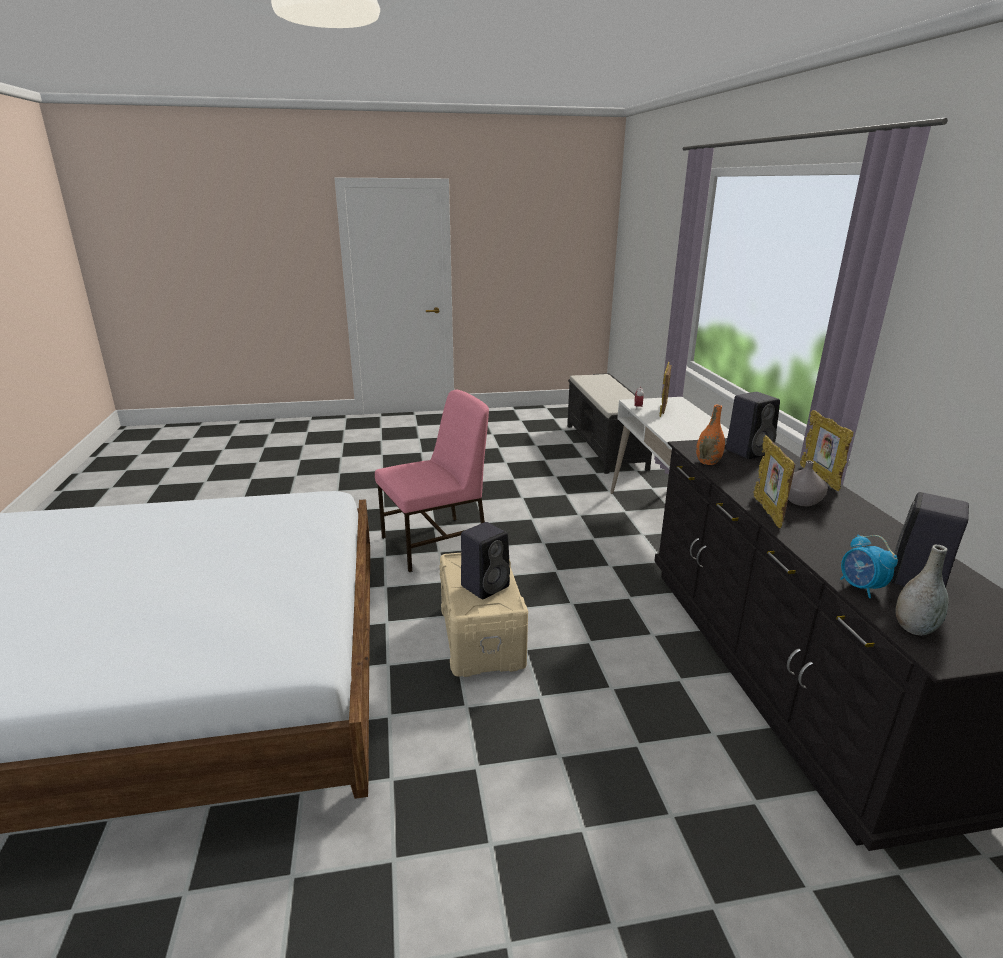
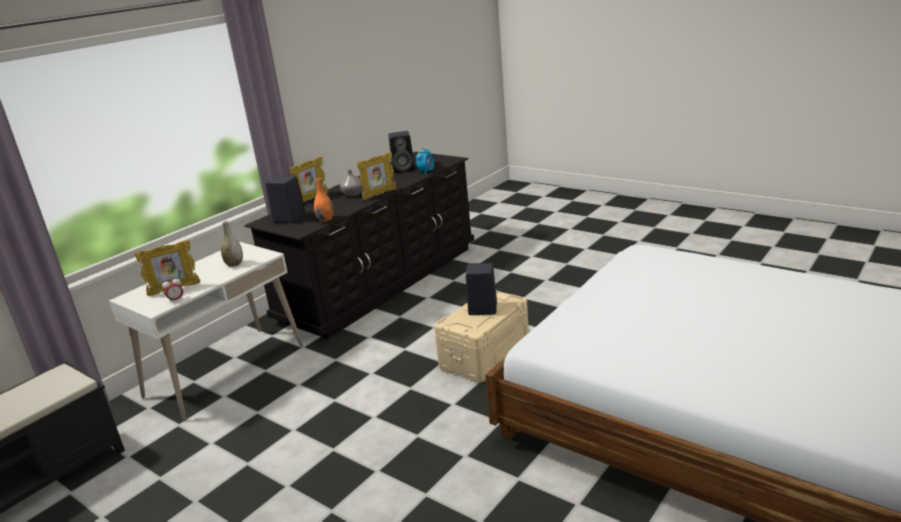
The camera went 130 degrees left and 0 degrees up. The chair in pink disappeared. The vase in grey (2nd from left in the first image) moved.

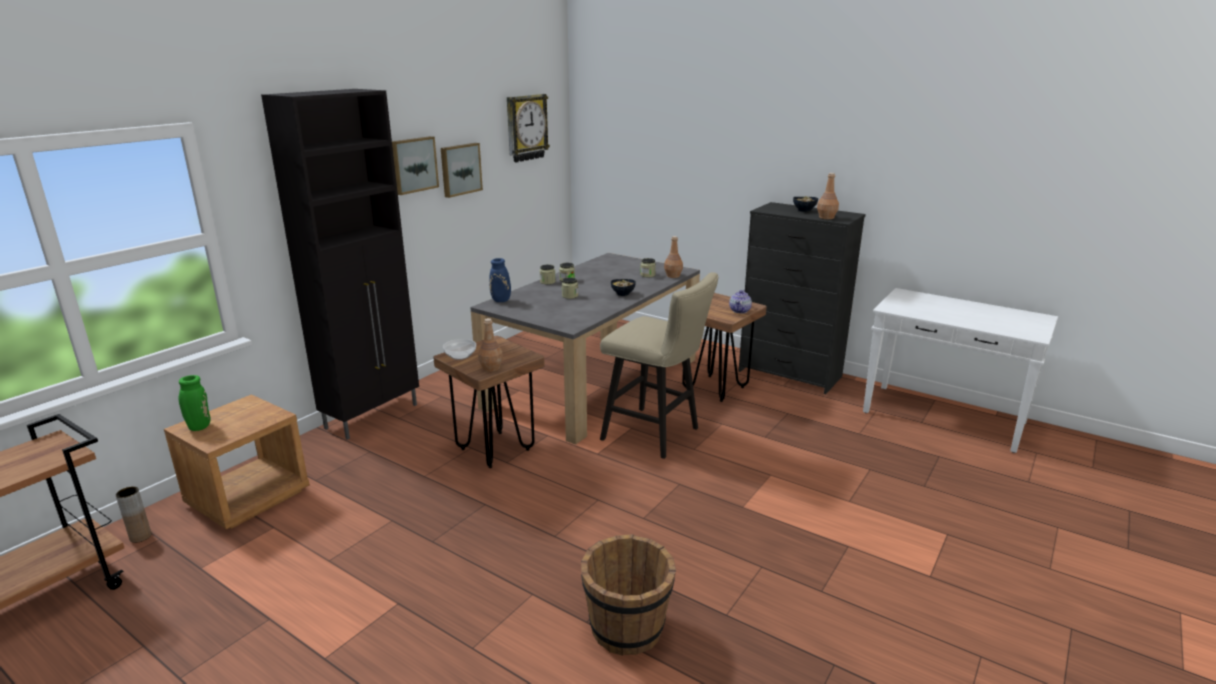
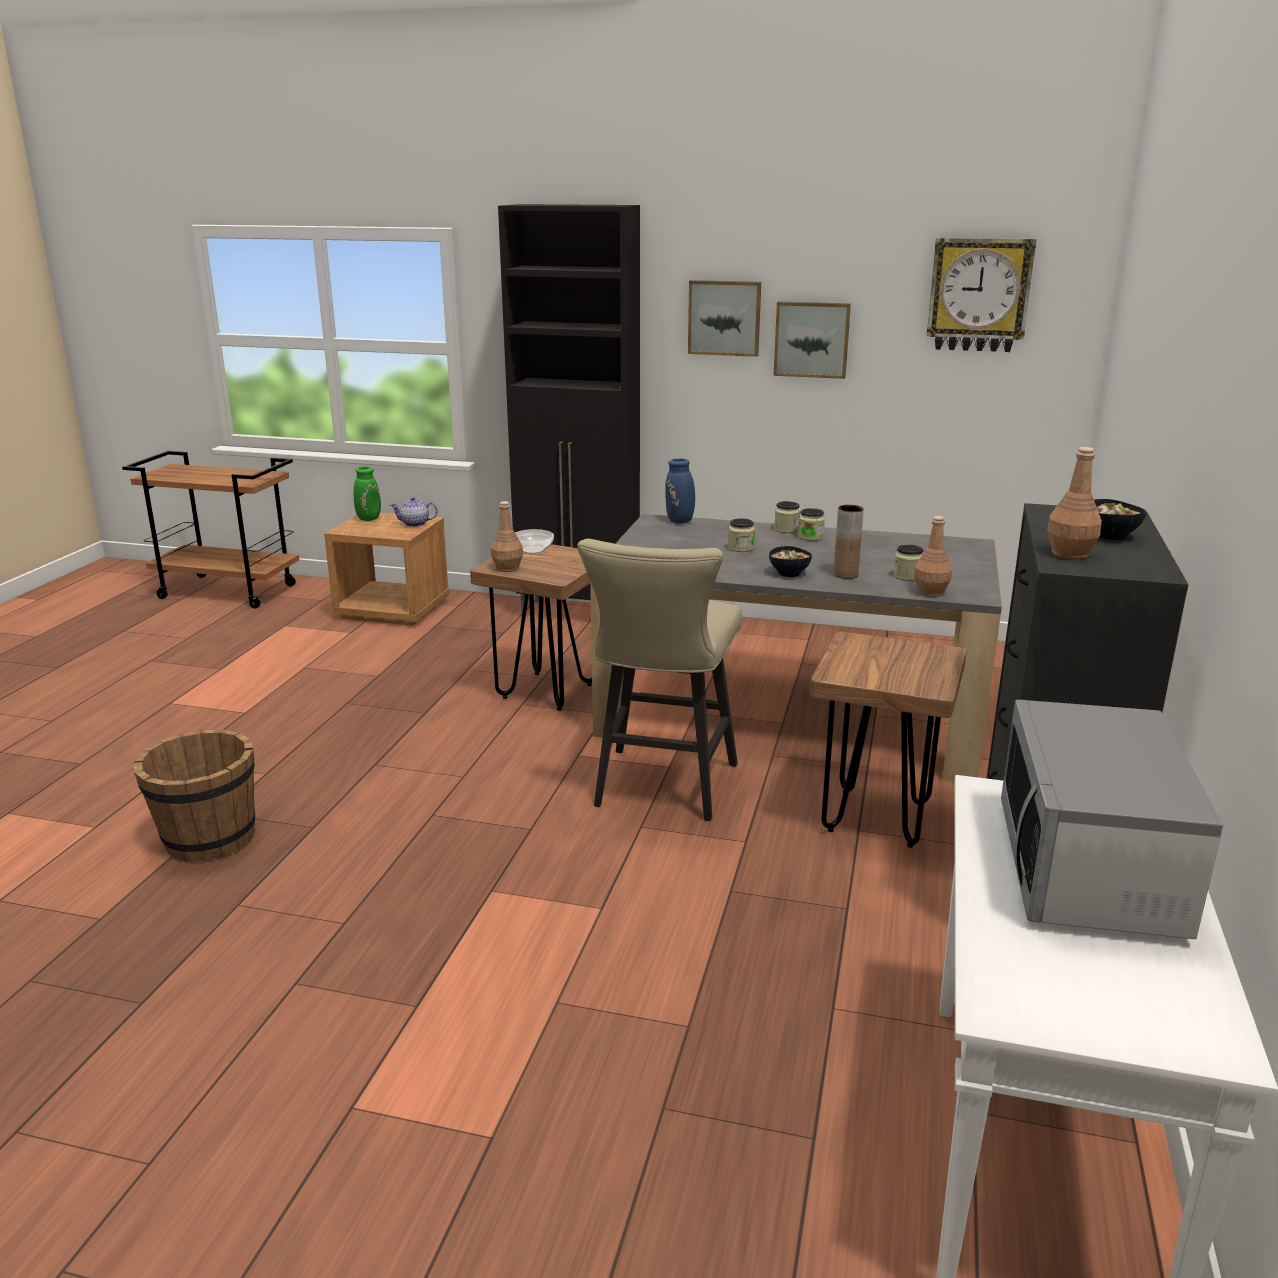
The camera went 70 degrees right and 0 degrees up. The teapot moved. The vase in brown moved. The microwave appeared.

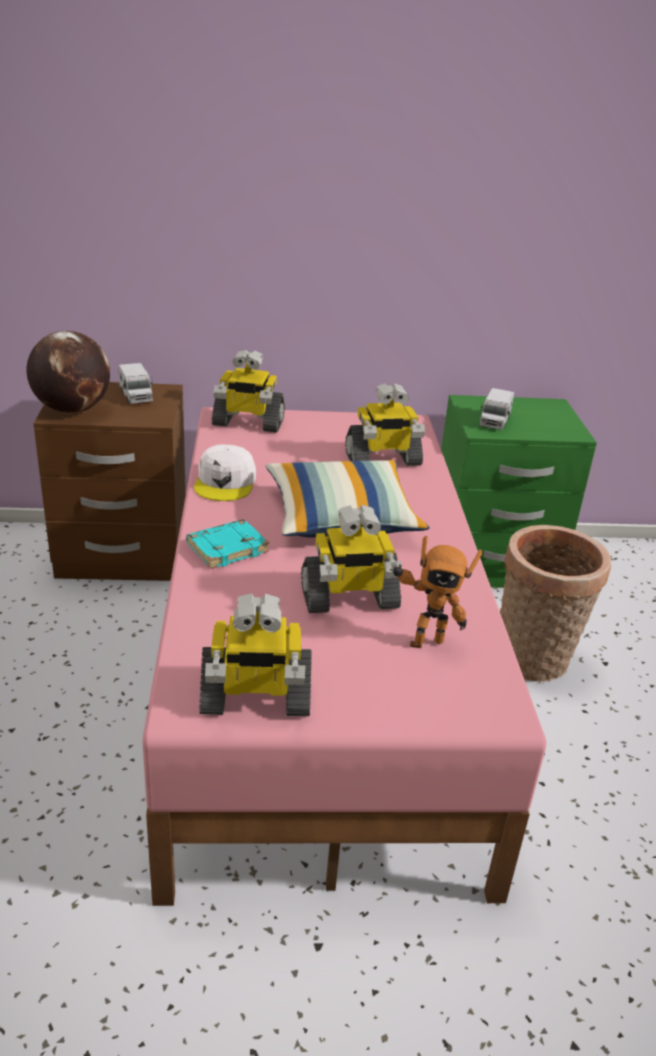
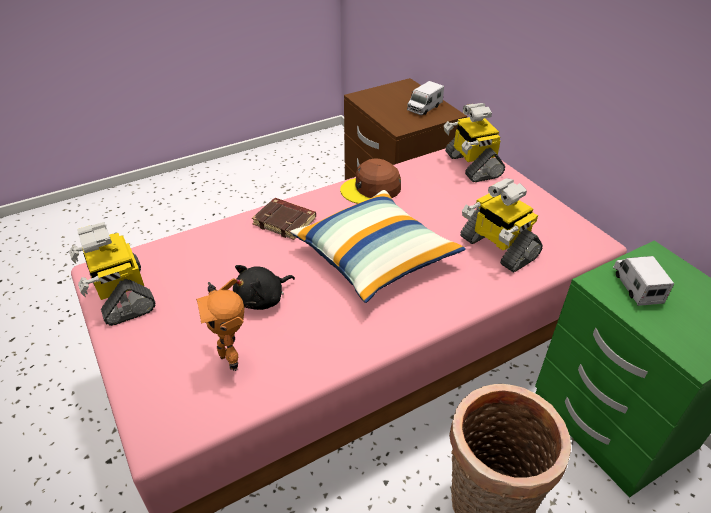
The camera went 65 degrees right and 10 degrees up. The globe disappeared. The toy truck (2nd from left) turned 90 degrees clockwise. The cap in white became the cap in brown. The toy robot (3rd from left) was replaced by the plush toy in black. The book in turquoise became the book in brown.

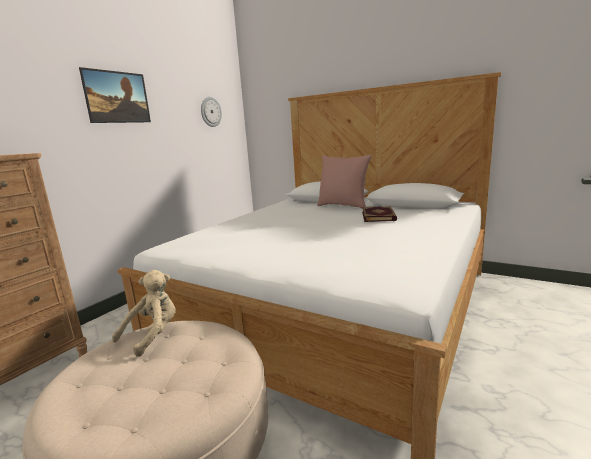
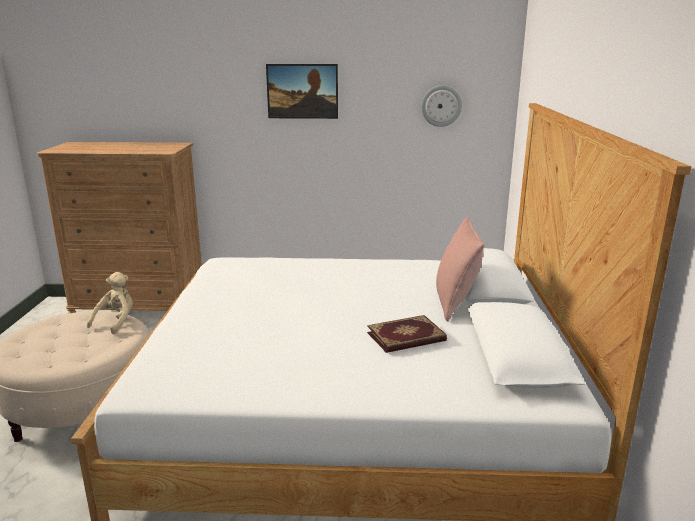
The camera went 60 degrees right and 5 degrees up. The plush toy in beige turned 75 degrees counterclockwise.

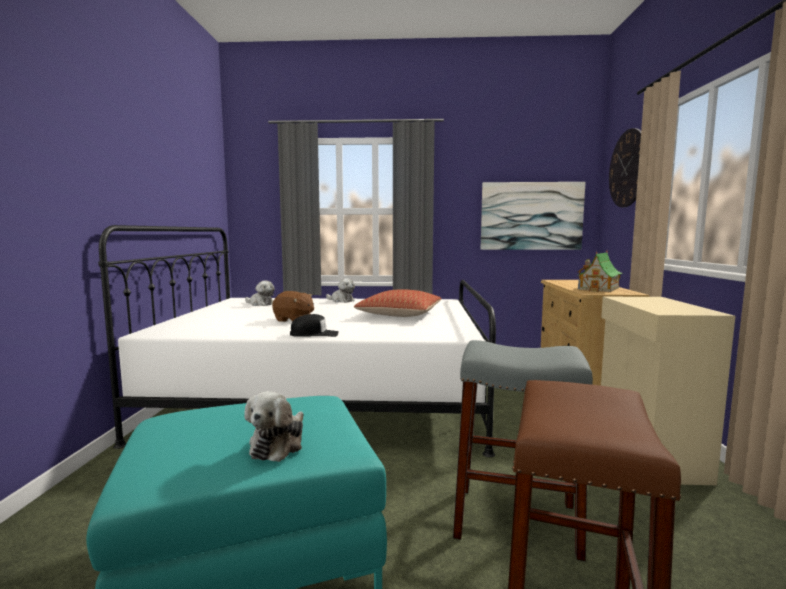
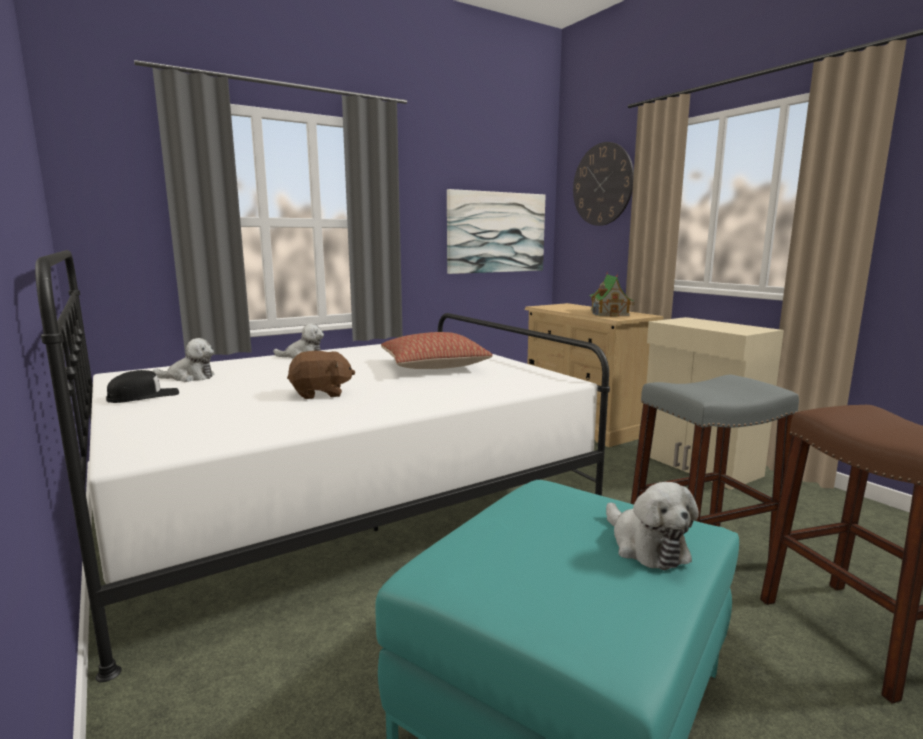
The camera went 35 degrees left and 5 degrees up. The cap in black moved.

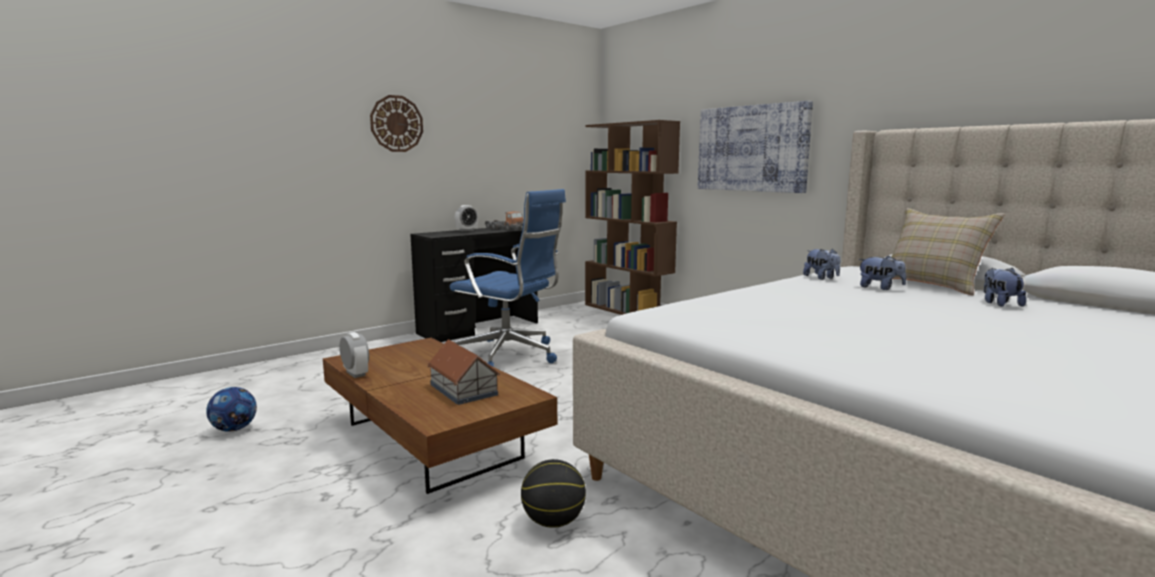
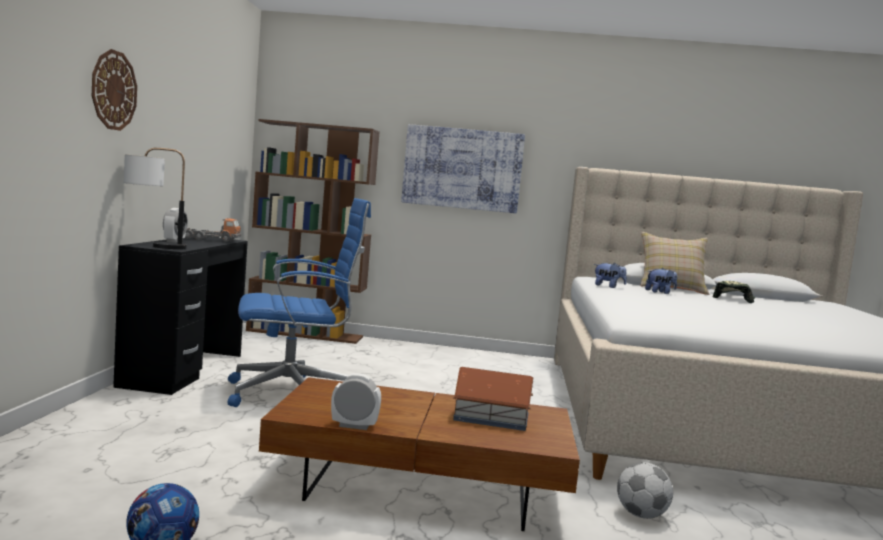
The camera went 45 degrees left and 5 degrees down. The plush toy (3rd from left) was replaced by the cap. The basketball was replaced by the football (2nd from left). The table lamp appeared.

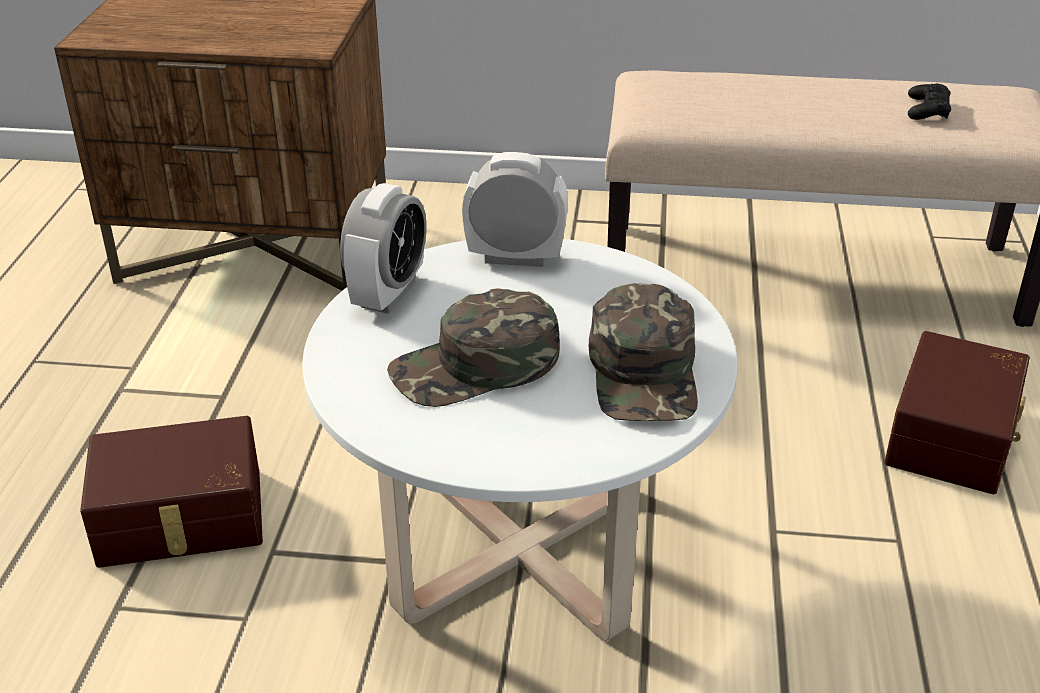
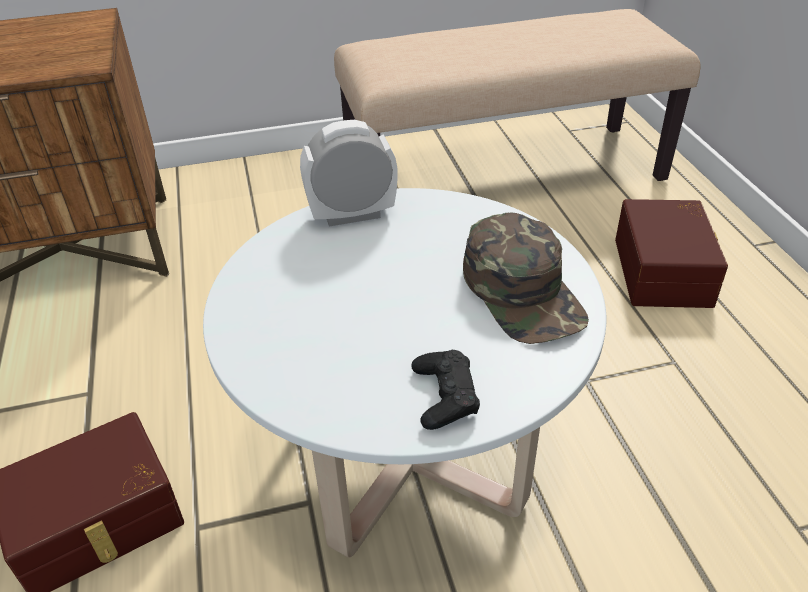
The camera went 20 degrees left and 5 degrees up. The game controller in black moved. The alarm clock (1st from left) disappeared. The cap in green (1st from left) disappeared.

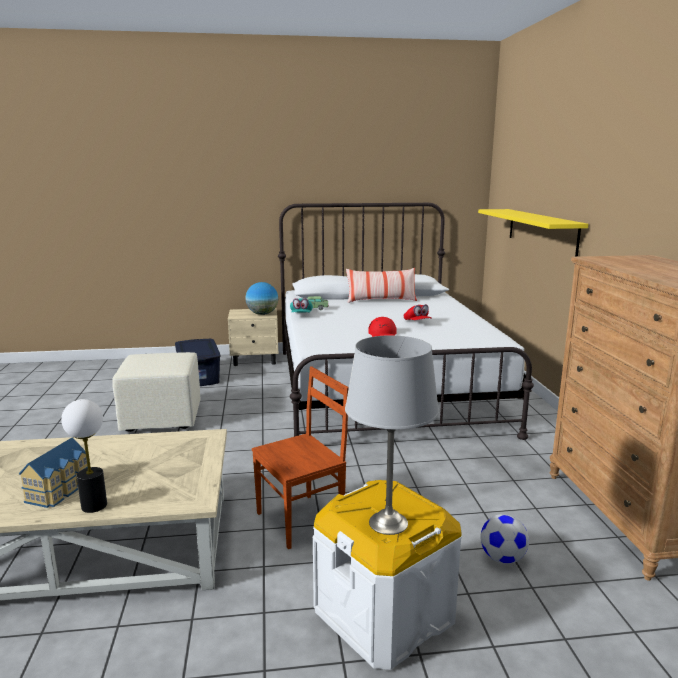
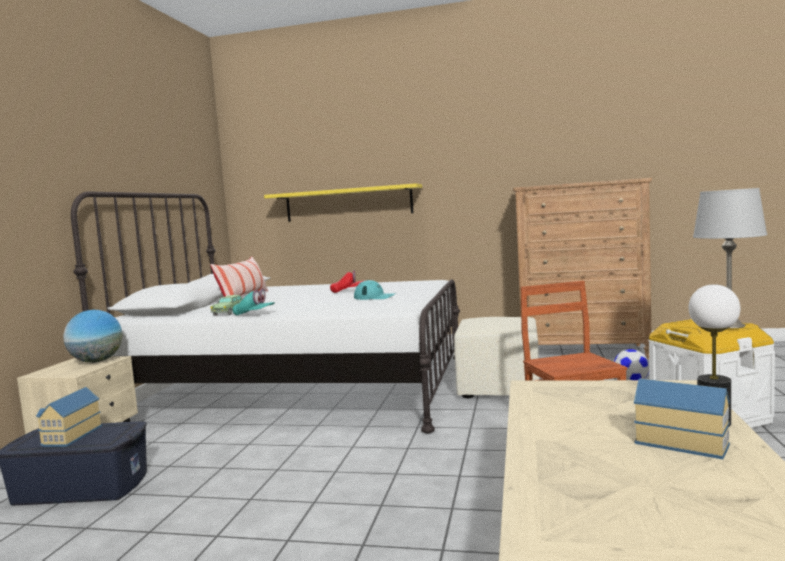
The camera went 70 degrees left and 10 degrees down. The cap in red (1st from left) became the cap in turquoise (2nd from left). The ottoman in beige moved. The toy house (1st from left) appeared.

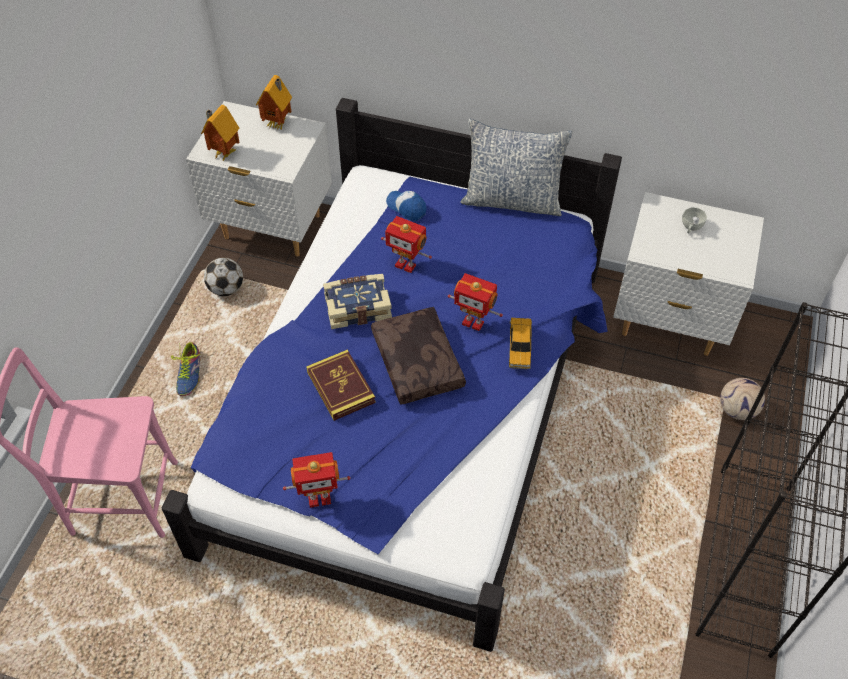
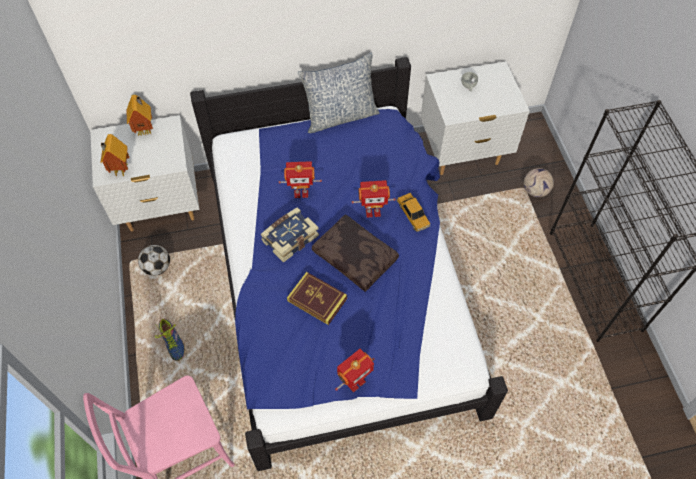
The camera went 30 degrees left and 5 degrees up. The cap disappeared.

